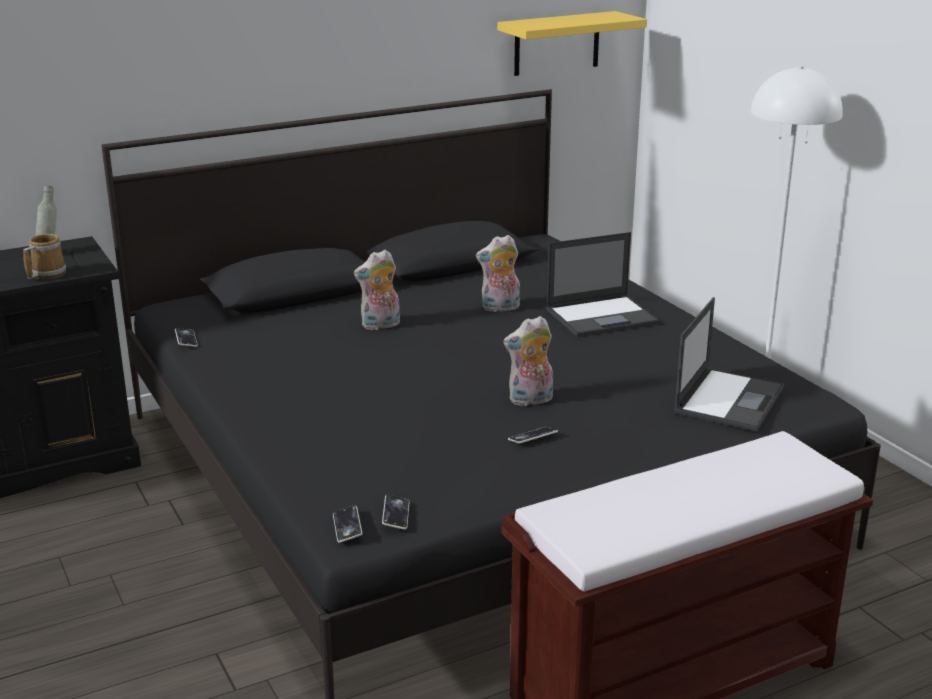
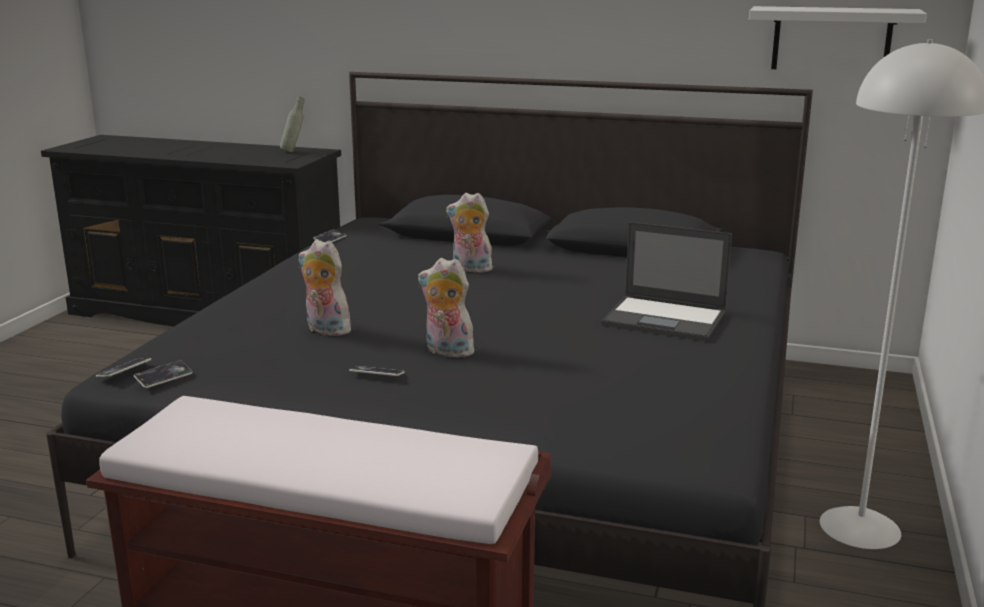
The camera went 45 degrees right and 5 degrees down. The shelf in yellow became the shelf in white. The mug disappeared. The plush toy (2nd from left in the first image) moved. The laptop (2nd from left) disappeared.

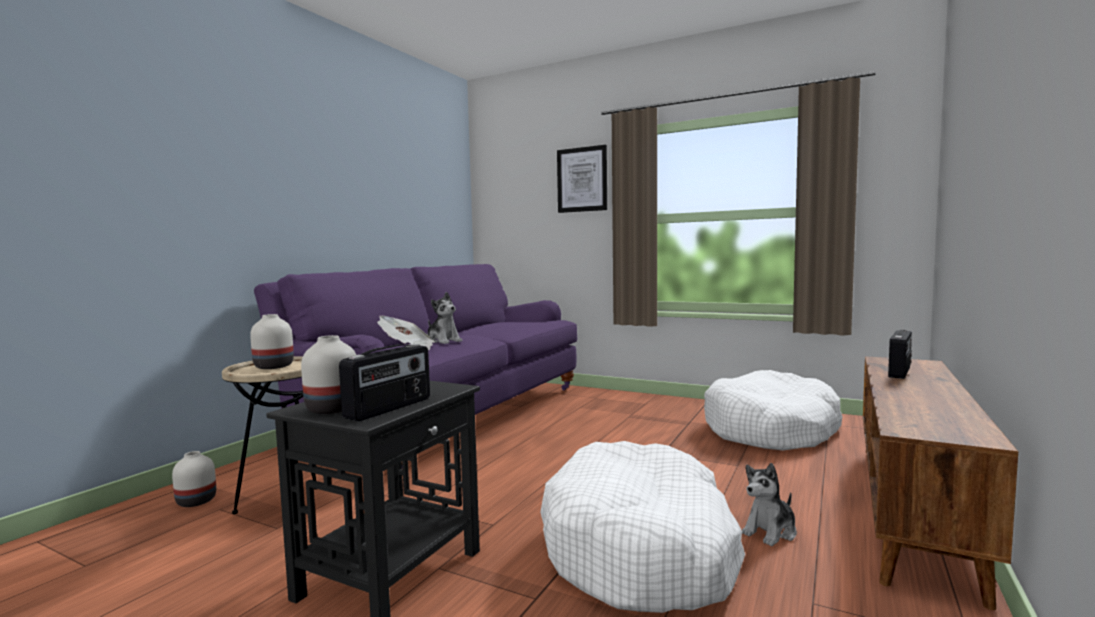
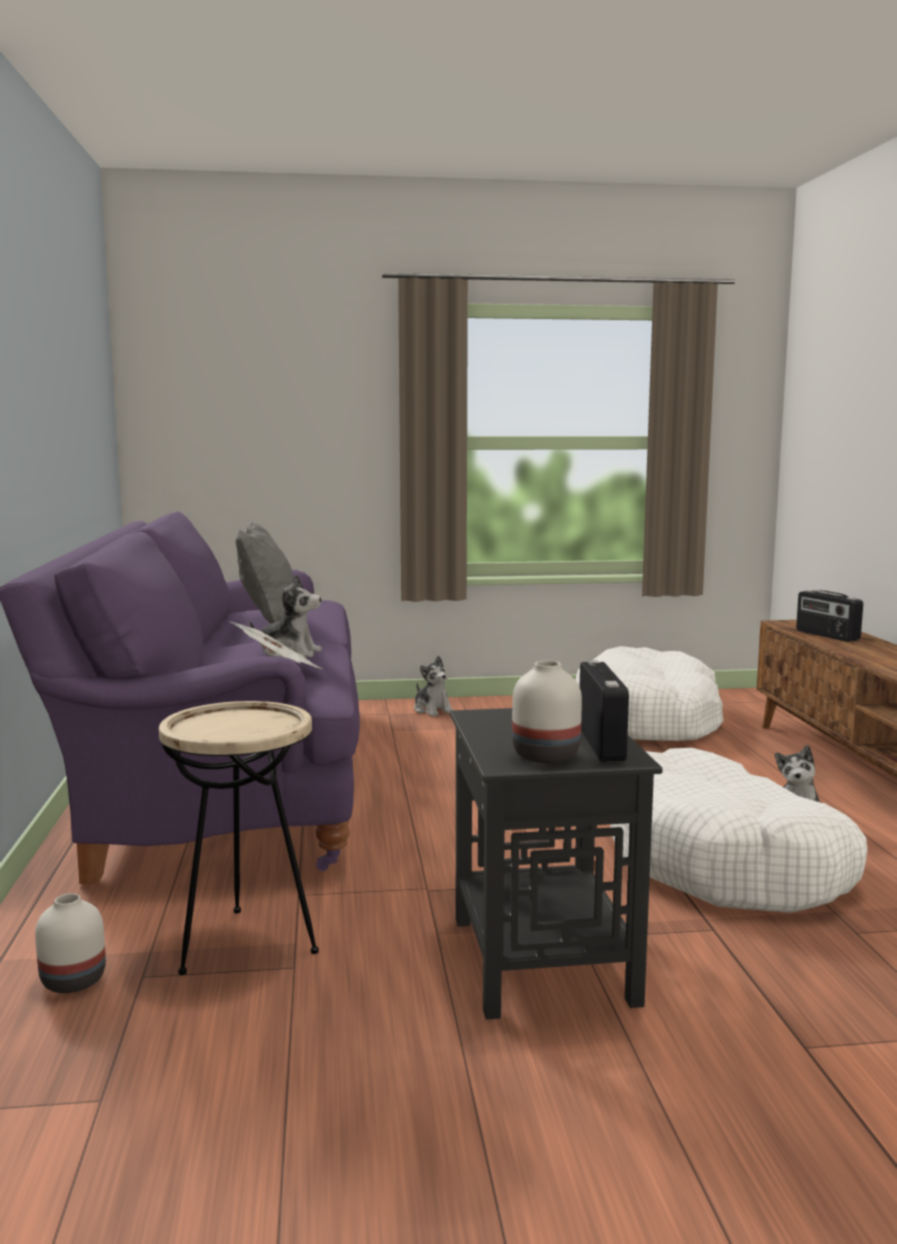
The camera went 35 degrees left and 5 degrees up. The picture disappeared. The vase in white (2nd from left) disappeared. The radio (2nd from left) turned 150 degrees clockwise. The pillow in grey appeared. The plush toy (2nd from left) appeared.

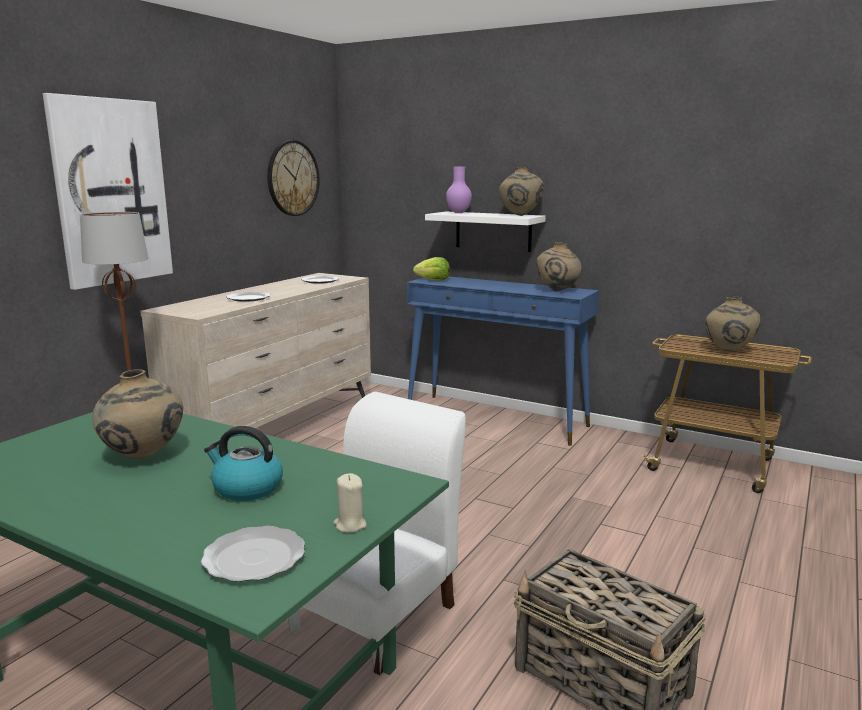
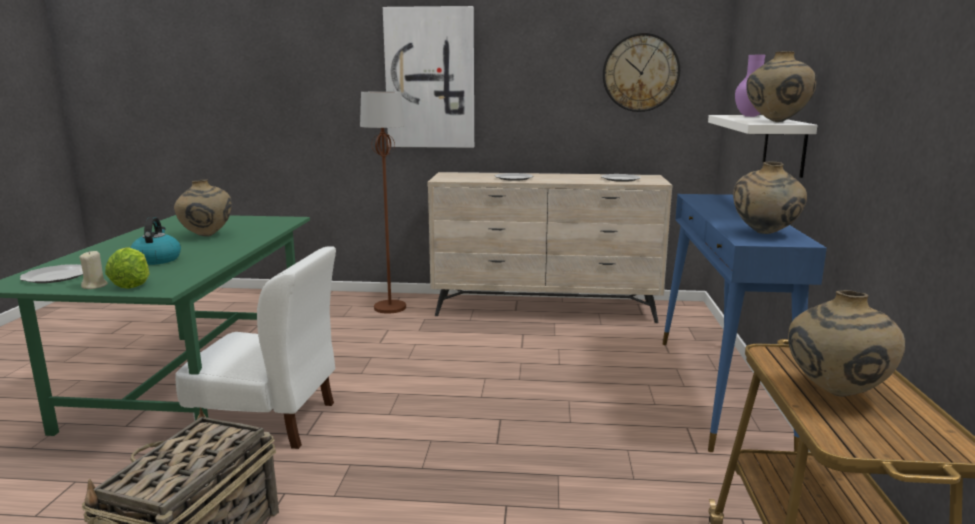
The camera went 65 degrees right and 0 degrees up. The lettuce moved.

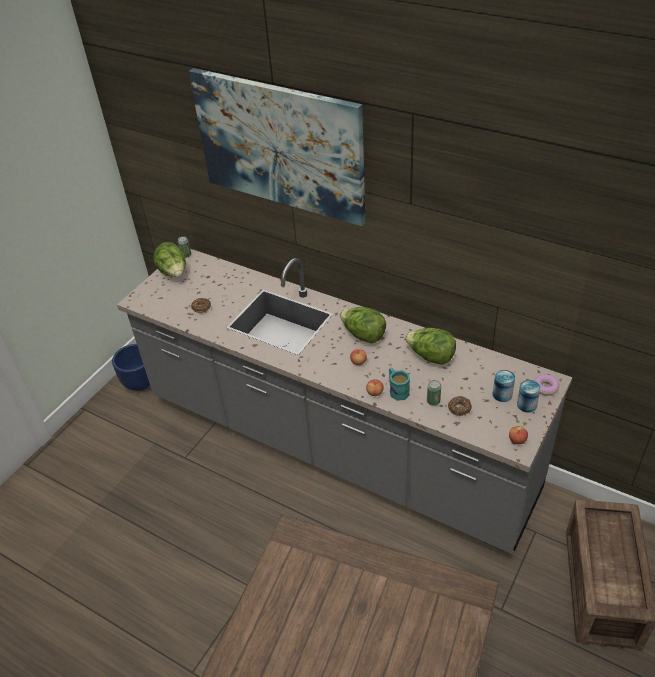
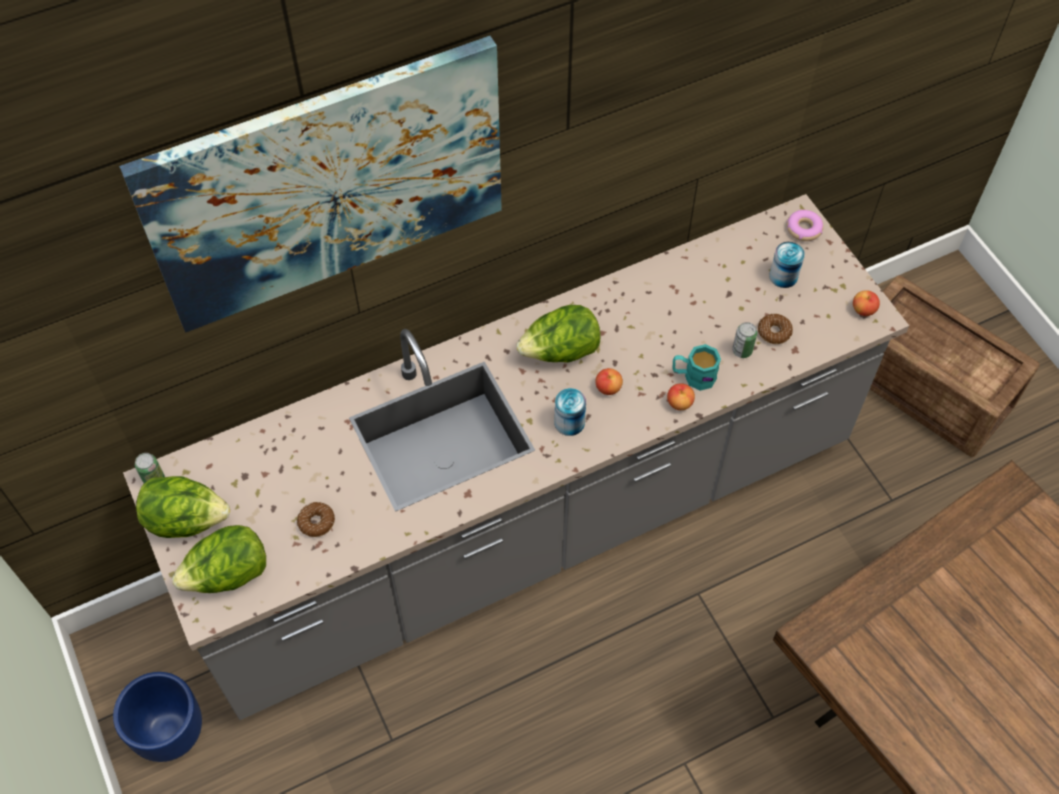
The camera went 60 degrees left and 15 degrees up. The lettuce (3rd from left in the first image) moved. The can (4th from left in the first image) moved.

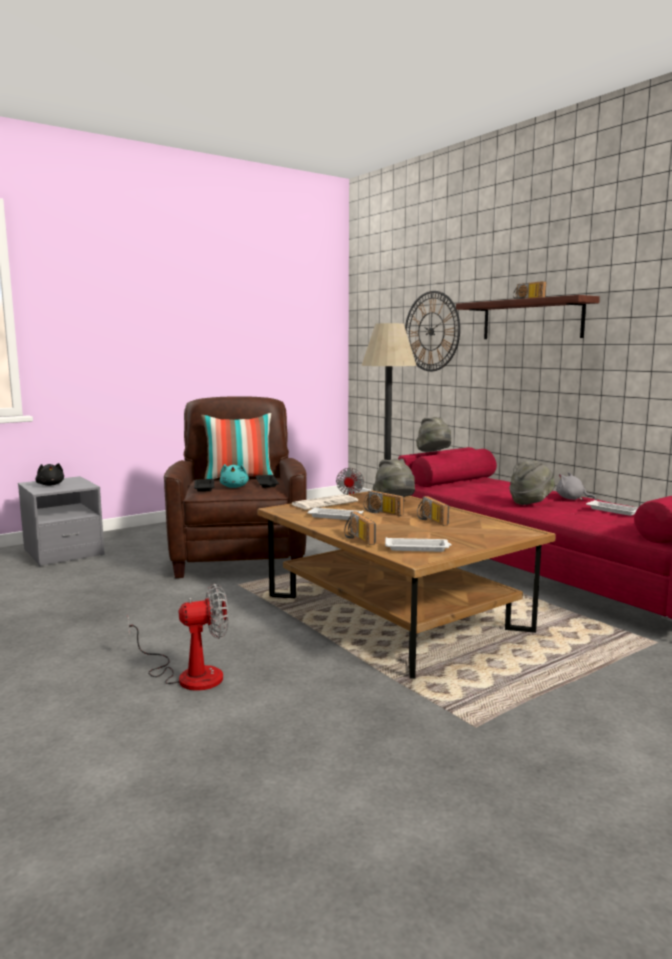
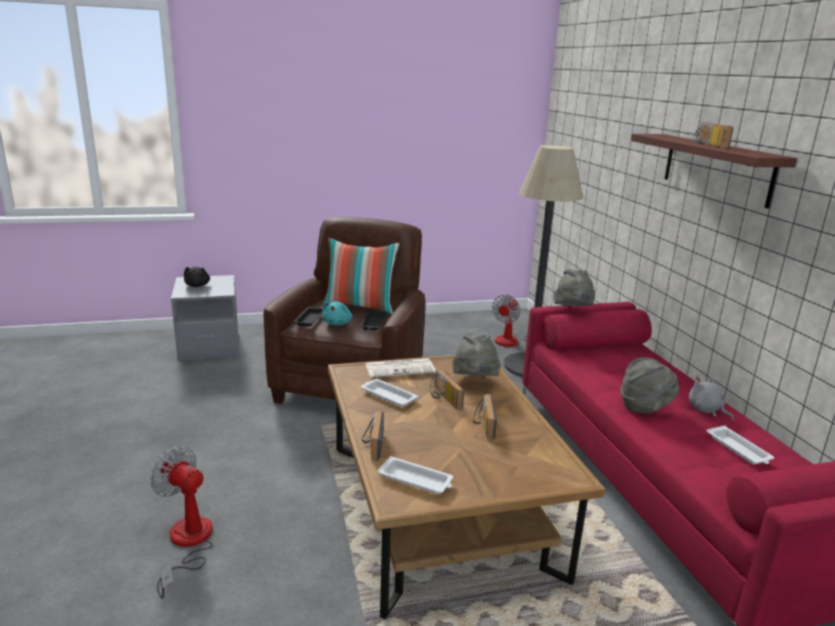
The camera went 20 degrees right and 10 degrees up. The wall clock disappeared. The fan (1st from left) turned 150 degrees counterclockwise.

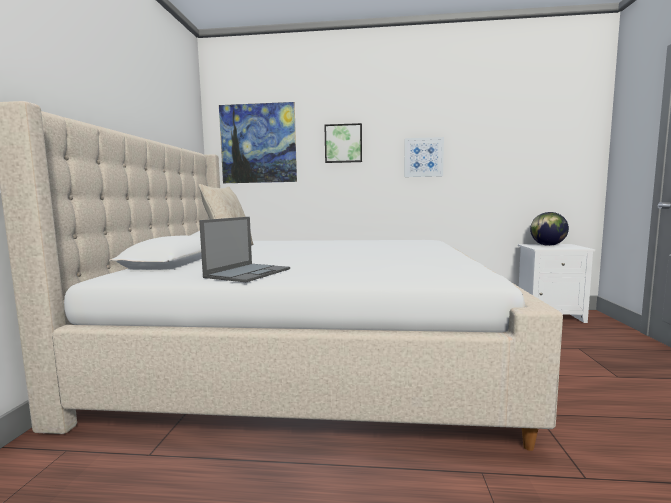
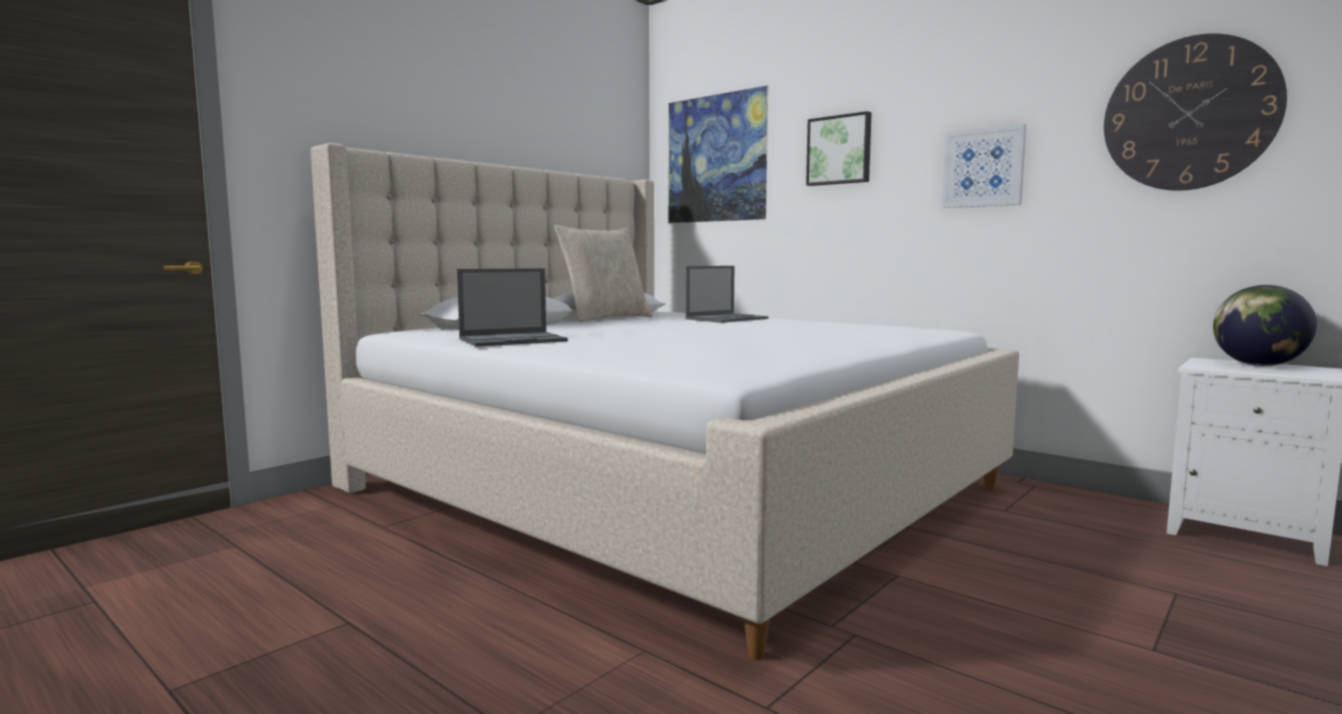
The camera went 35 degrees right and 0 degrees up. The wall clock appeared. The laptop (2nd from left) appeared.

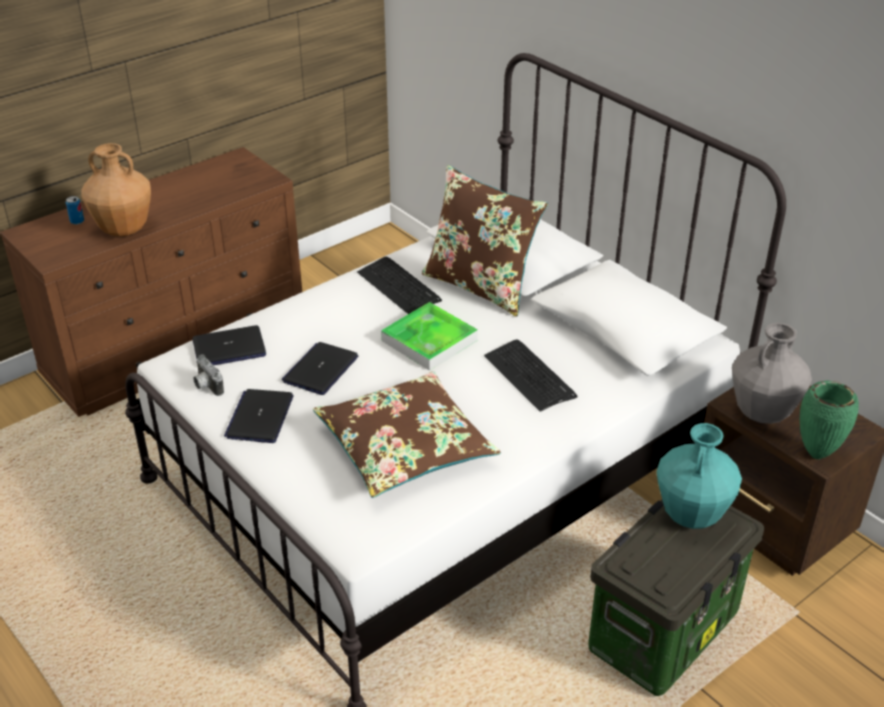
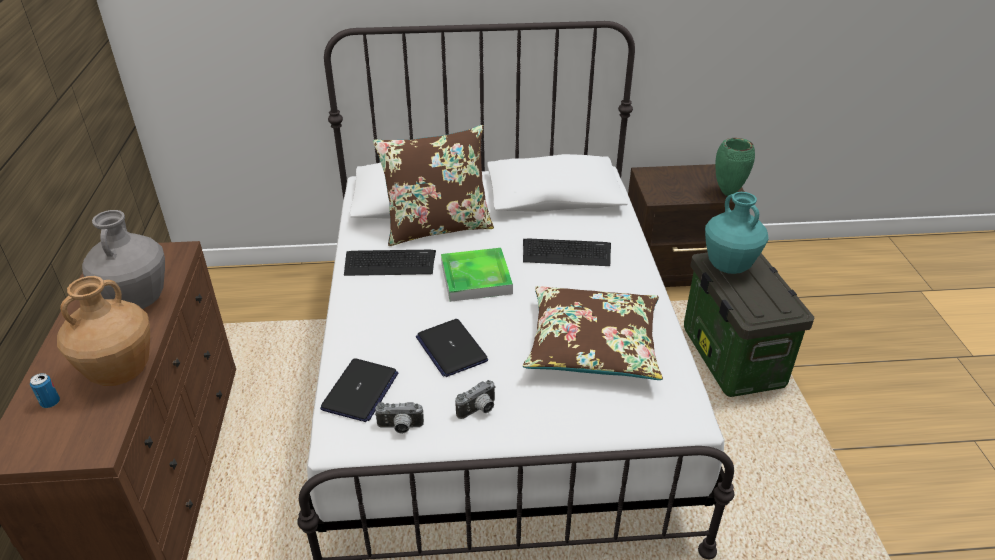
The camera went 55 degrees left and 0 degrees up. The vase in grey moved. The laptop (2nd from left) was replaced by the photo camera (2nd from left).

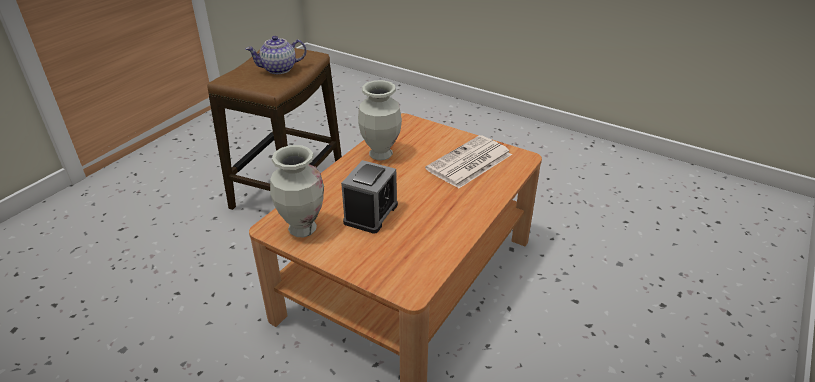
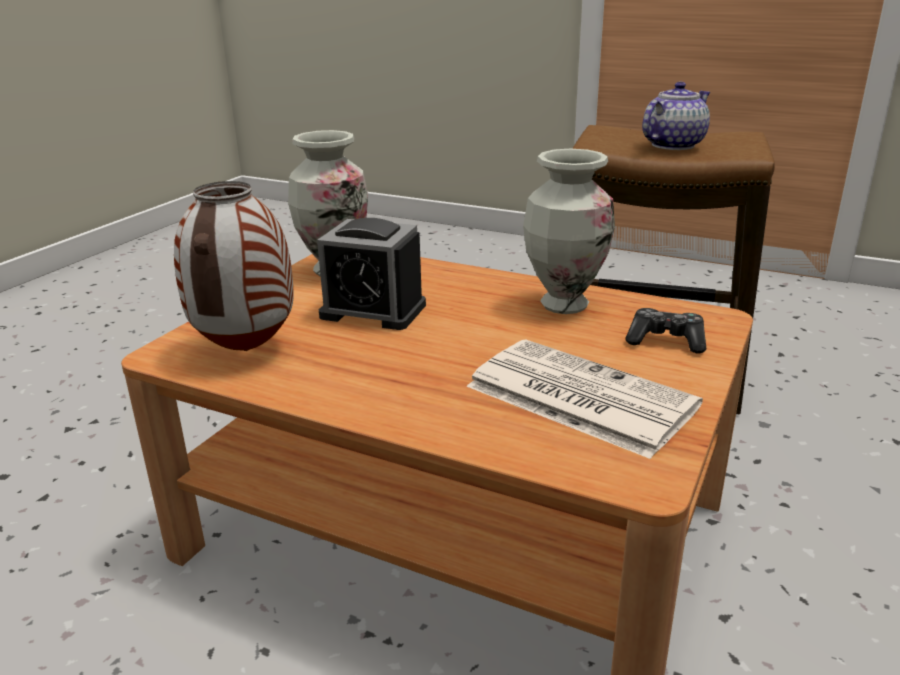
The camera went 85 degrees right and 10 degrees down. The teapot turned 75 degrees clockwise. The vase (1st from left) appeared. The game controller appeared.

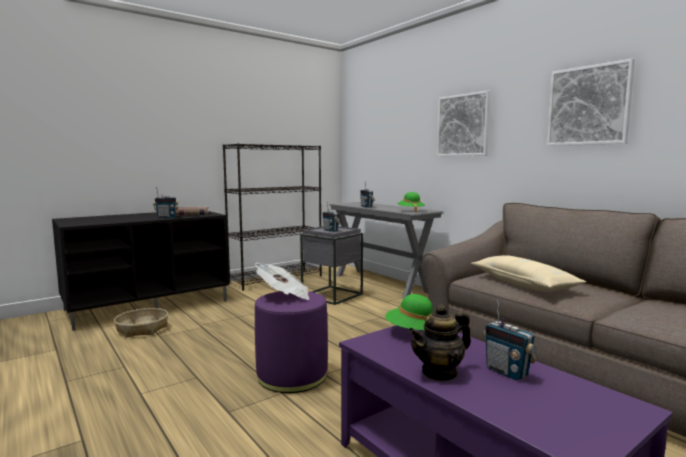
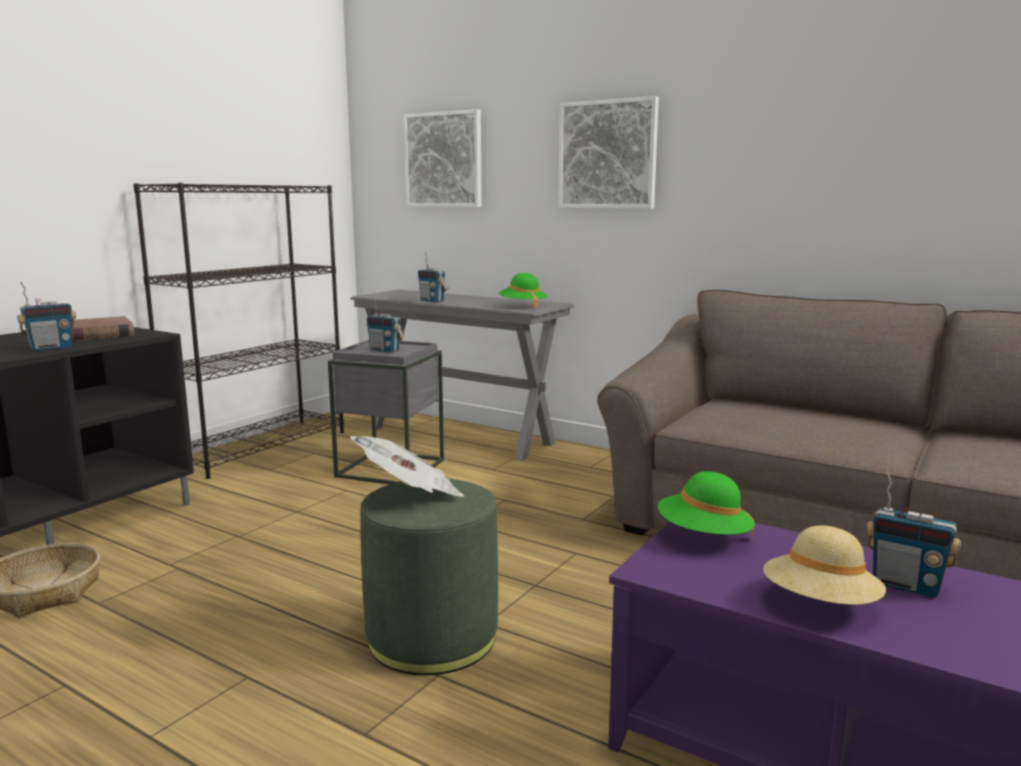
The camera went 20 degrees left and 5 degrees up. The picture (2nd from left in the first image) moved. The pillow in beige disappeared. The ottoman in purple became the ottoman in green. The teapot was replaced by the hat in beige.

